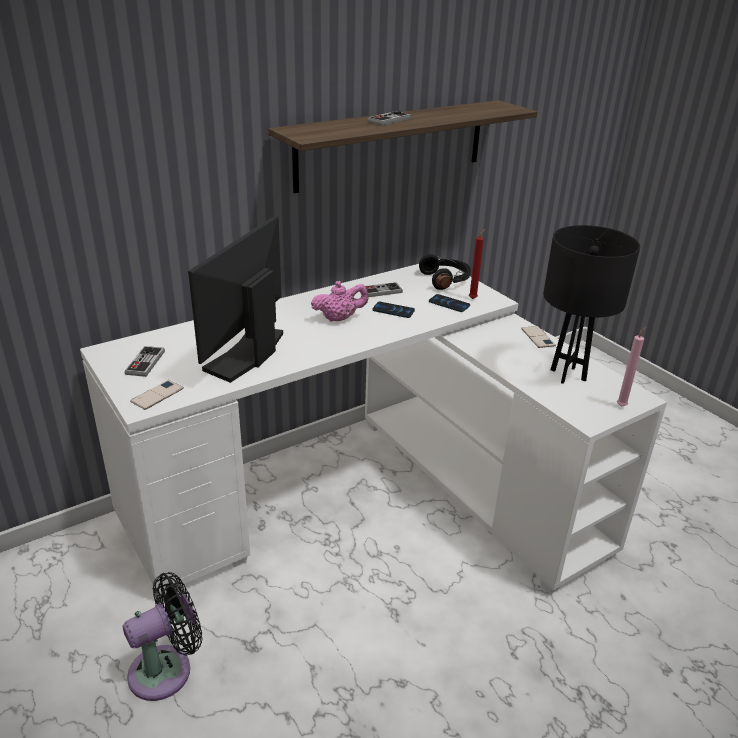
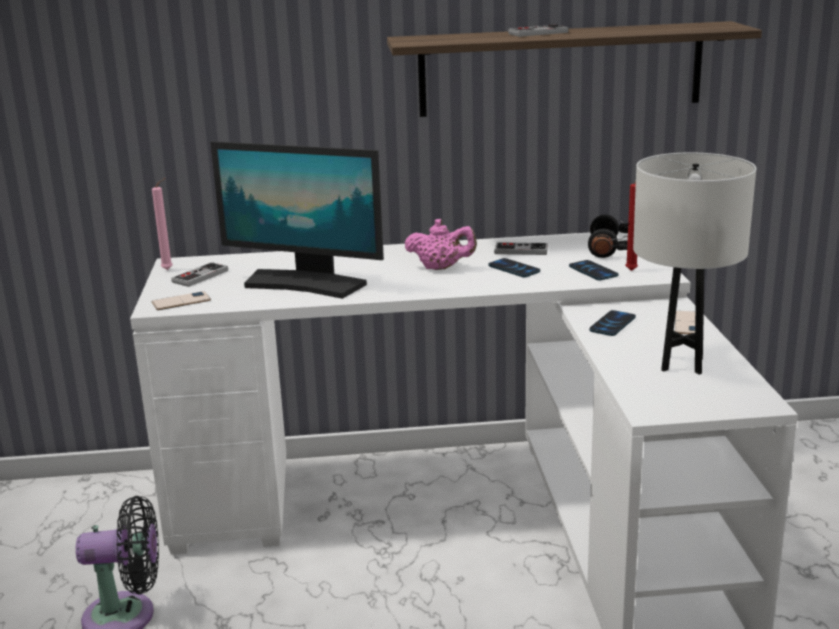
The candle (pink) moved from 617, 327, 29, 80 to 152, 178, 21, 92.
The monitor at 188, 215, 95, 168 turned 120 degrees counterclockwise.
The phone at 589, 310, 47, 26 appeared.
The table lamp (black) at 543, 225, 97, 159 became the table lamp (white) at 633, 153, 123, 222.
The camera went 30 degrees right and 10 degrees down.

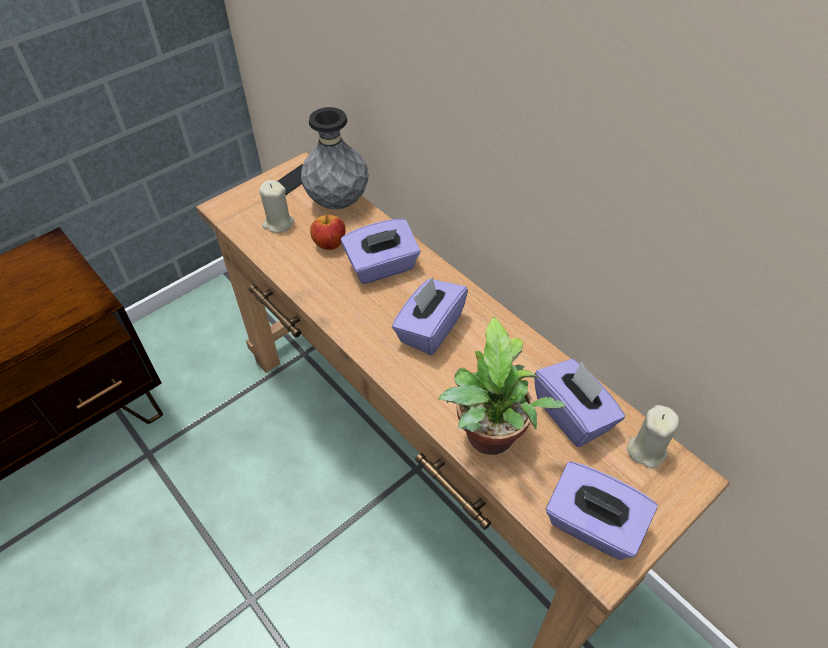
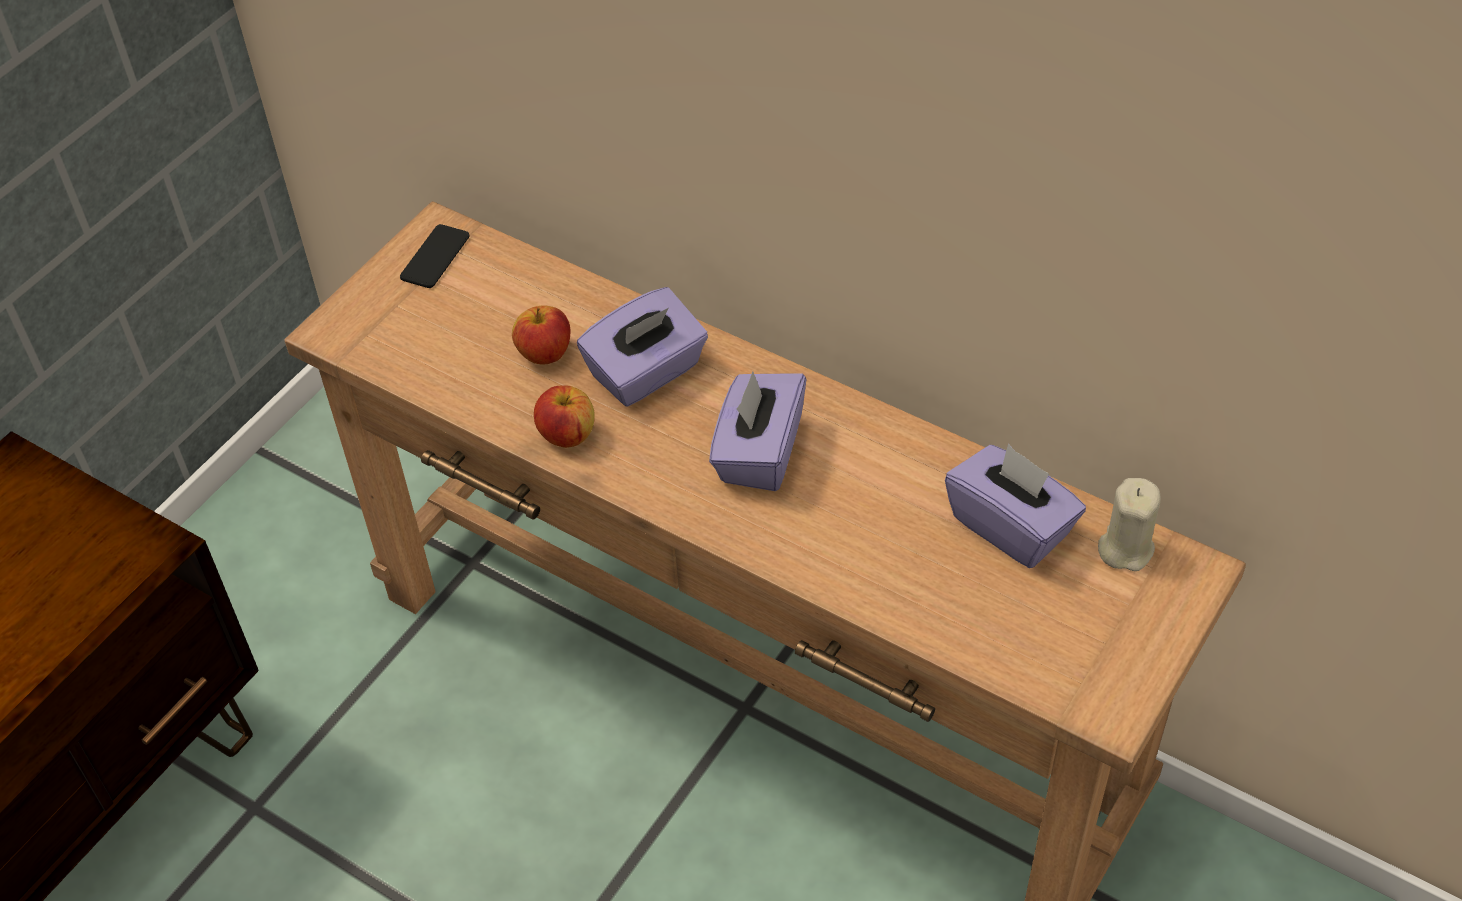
The apple at 534, 386, 61, 62 appeared.
The candle (beige) at 259, 180, 35, 53 disappeared.
The vase (grey) at 301, 107, 67, 102 disappeared.
The potted plant at 439, 316, 126, 139 disappeared.
The tissue box (purple) at 546, 461, 112, 99 disappeared.
The camera went 15 degrees left and 0 degrees up.

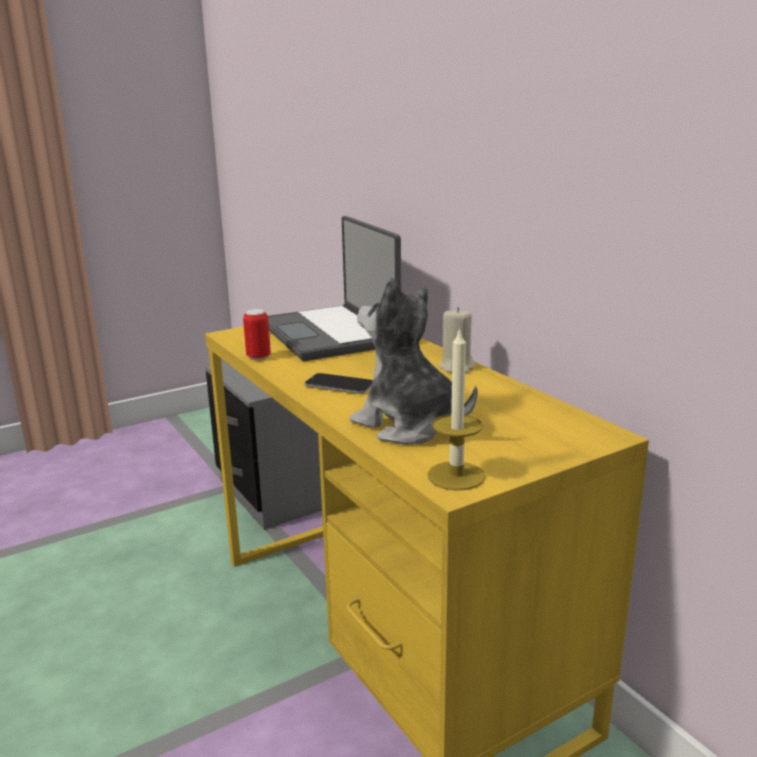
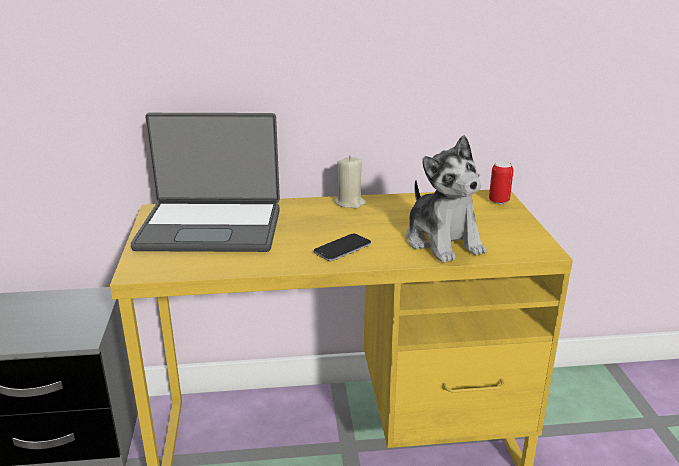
The plush toy at 350, 277, 128, 168 turned 90 degrees counterclockwise.
The can moved from 243, 309, 28, 51 to 489, 161, 24, 43.
The candle at 427, 327, 59, 163 disappeared.
The camera went 65 degrees left and 5 degrees up.

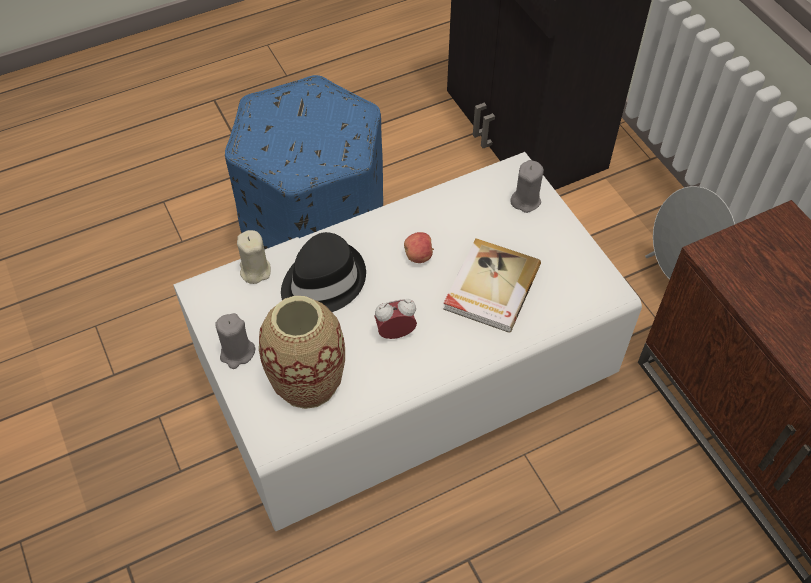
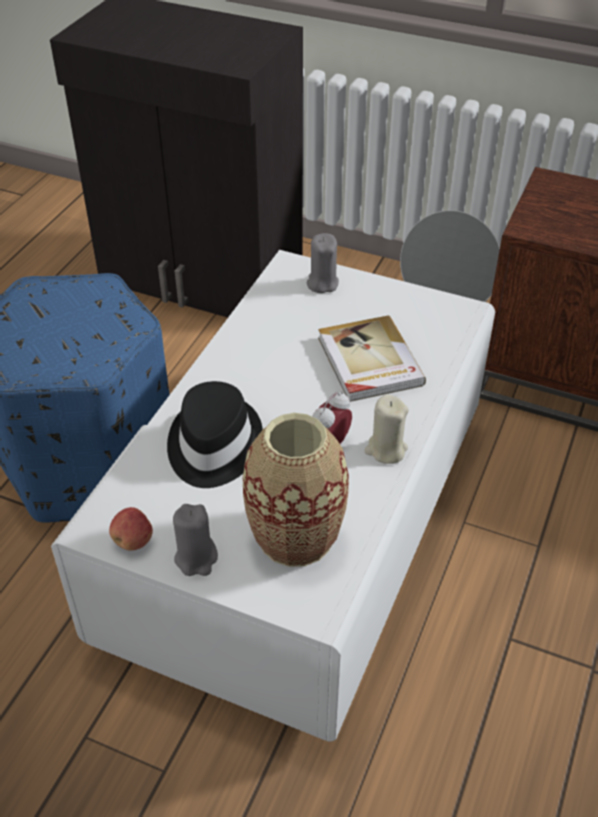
The apple moved from 404, 232, 30, 31 to 109, 507, 44, 44.
The candle (beige) moved from 237, 230, 34, 54 to 364, 395, 45, 69.
The camera went 40 degrees left and 10 degrees down.

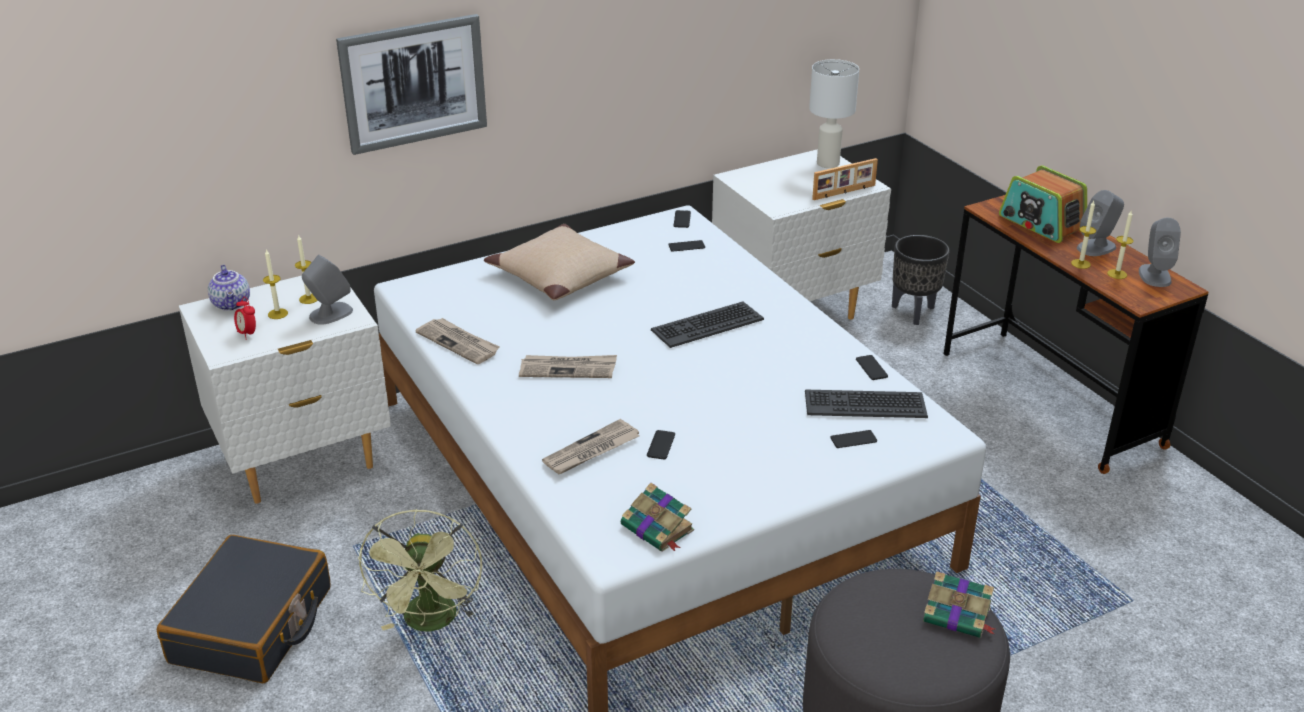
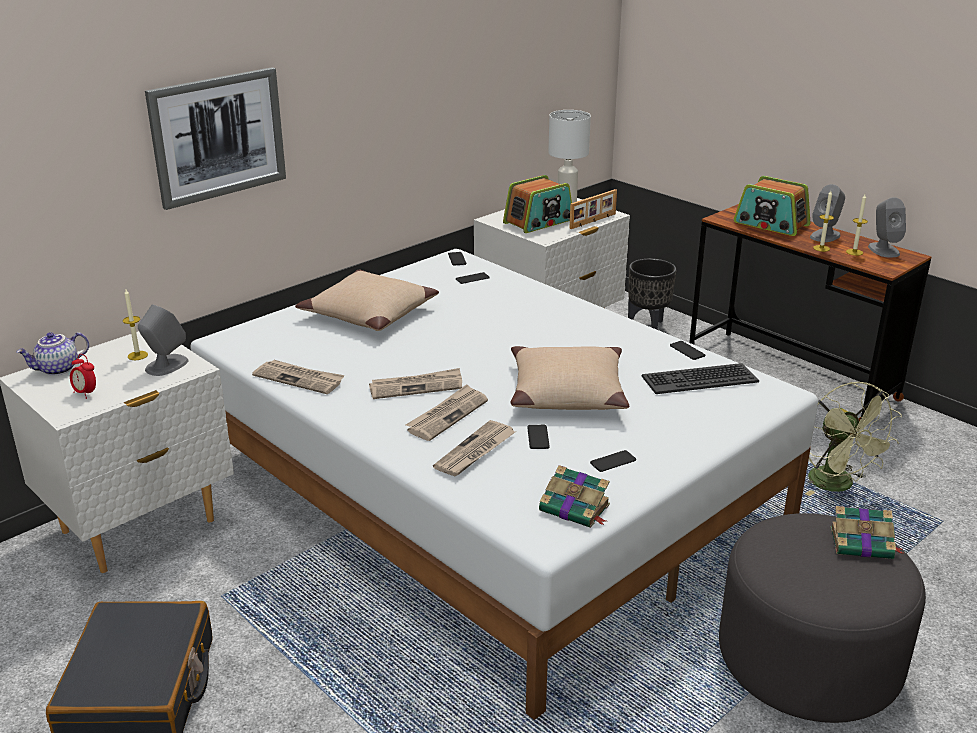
The teapot at 208, 265, 42, 46 turned 90 degrees clockwise.
The newspaper at 406, 384, 82, 57 appeared.
The radio at 503, 175, 69, 58 appeared.
The pillow (beige) at 510, 346, 119, 64 appeared.
The phone moved from 831, 430, 46, 18 to 590, 450, 46, 22.
The fan (green) moved from 358, 509, 124, 123 to 805, 382, 97, 114.
The candle at 263, 249, 25, 70 disappeared.
The keyboard at 651, 301, 113, 47 disappeared.
The camera went 15 degrees left and 5 degrees down.

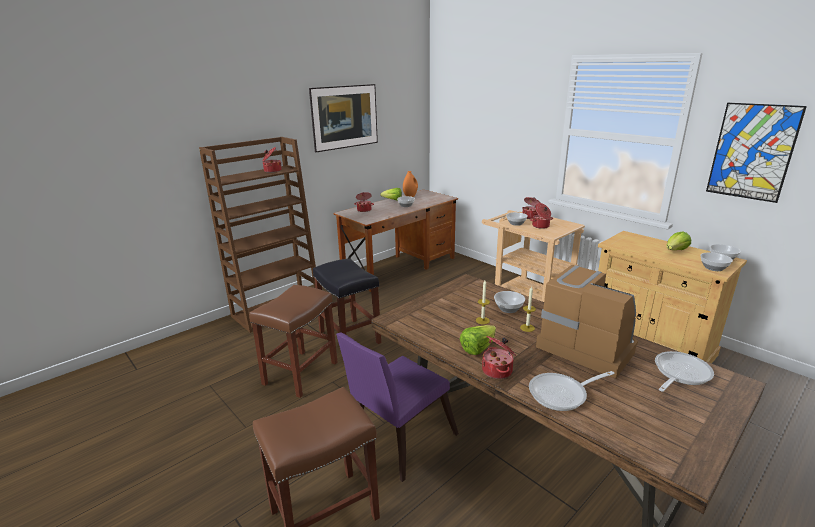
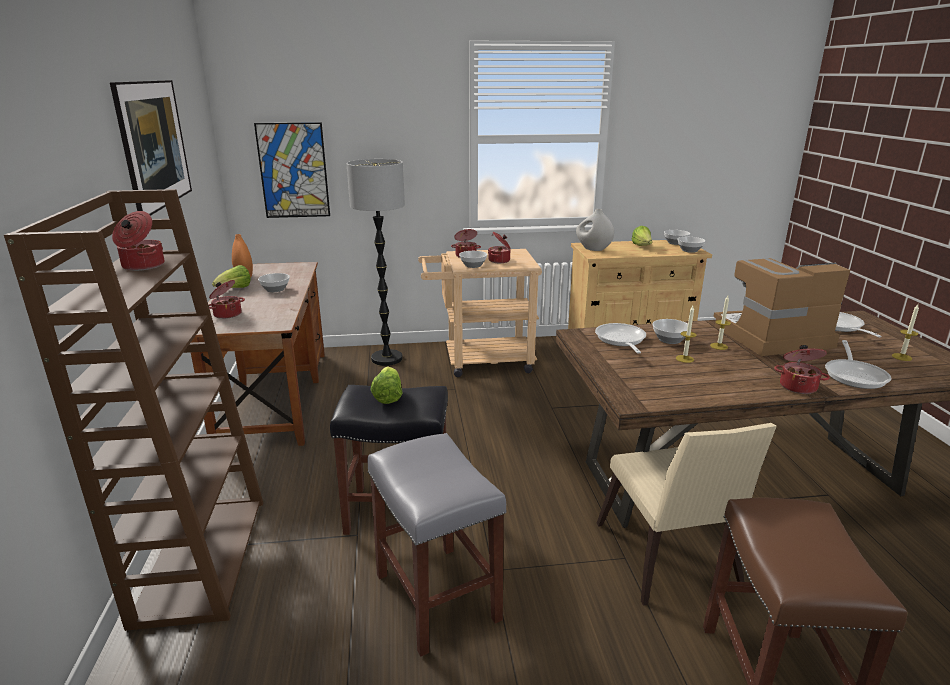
The picture moved from 706, 103, 101, 100 to 254, 122, 76, 96.
The floor lamp at 346, 159, 59, 207 appeared.
The stool (brown) at 249, 285, 89, 113 became the stool (grey) at 367, 433, 140, 224.
The lettuce moved from 460, 325, 36, 30 to 370, 366, 33, 38.
The vase (white) at 576, 209, 38, 42 appeared.
The frying pan at 595, 323, 51, 31 appeared.
The chair (purple) at 336, 333, 123, 149 became the chair (beige) at 597, 423, 180, 183.
The candle at 892, 304, 27, 57 appeared.
The camera went 55 degrees left and 0 degrees up.

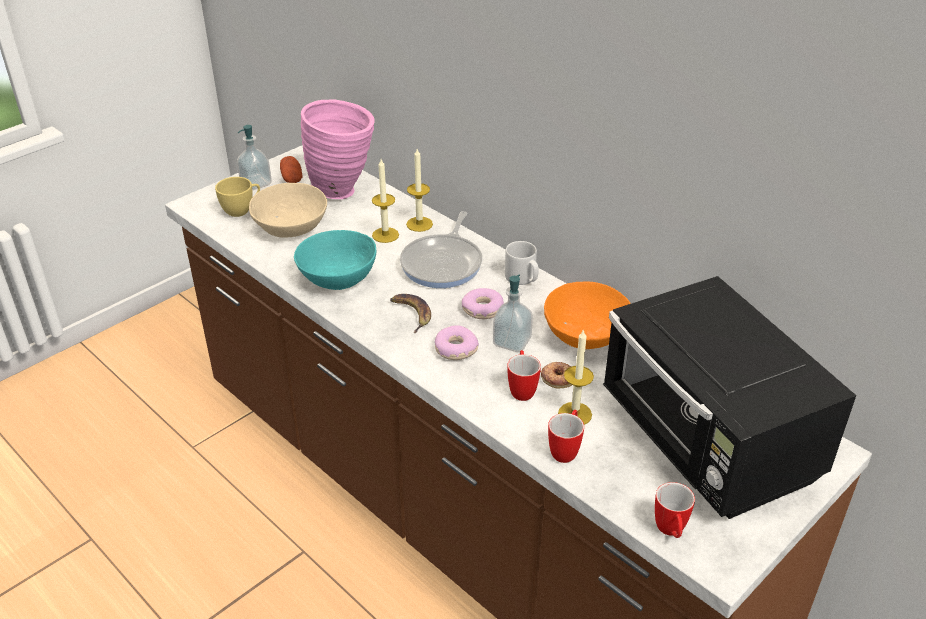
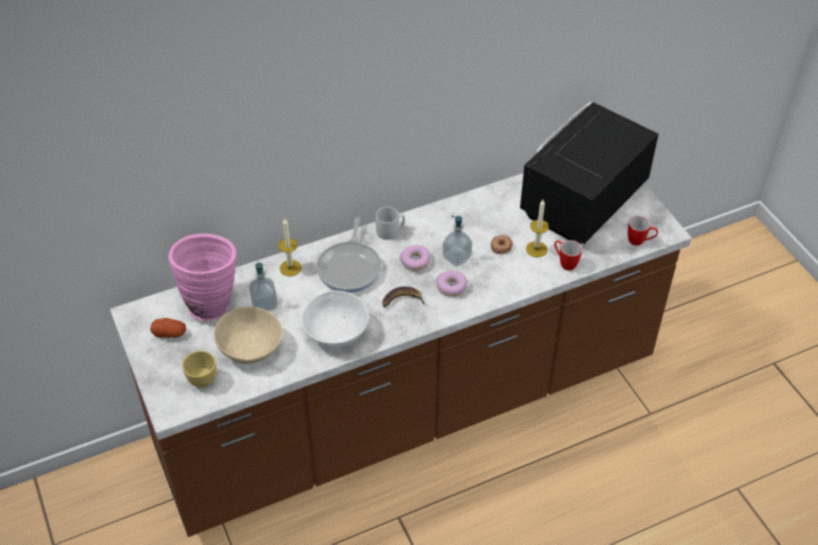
The soap dispenser moved from 237, 125, 35, 65 to 249, 263, 29, 48.
The bowl (turquoise) at 294, 230, 82, 60 became the bowl (white) at 301, 291, 68, 56.
The frying pan at 400, 211, 82, 77 turned 60 degrees clockwise.
The microwave (black) at 603, 276, 253, 243 turned 135 degrees clockwise.
The candle at 372, 159, 27, 84 disappeared.
The mug at 507, 350, 34, 51 disappeared.
The bowl (orange) at 544, 282, 87, 67 disappeared.
The camera went 70 degrees left and 10 degrees up.

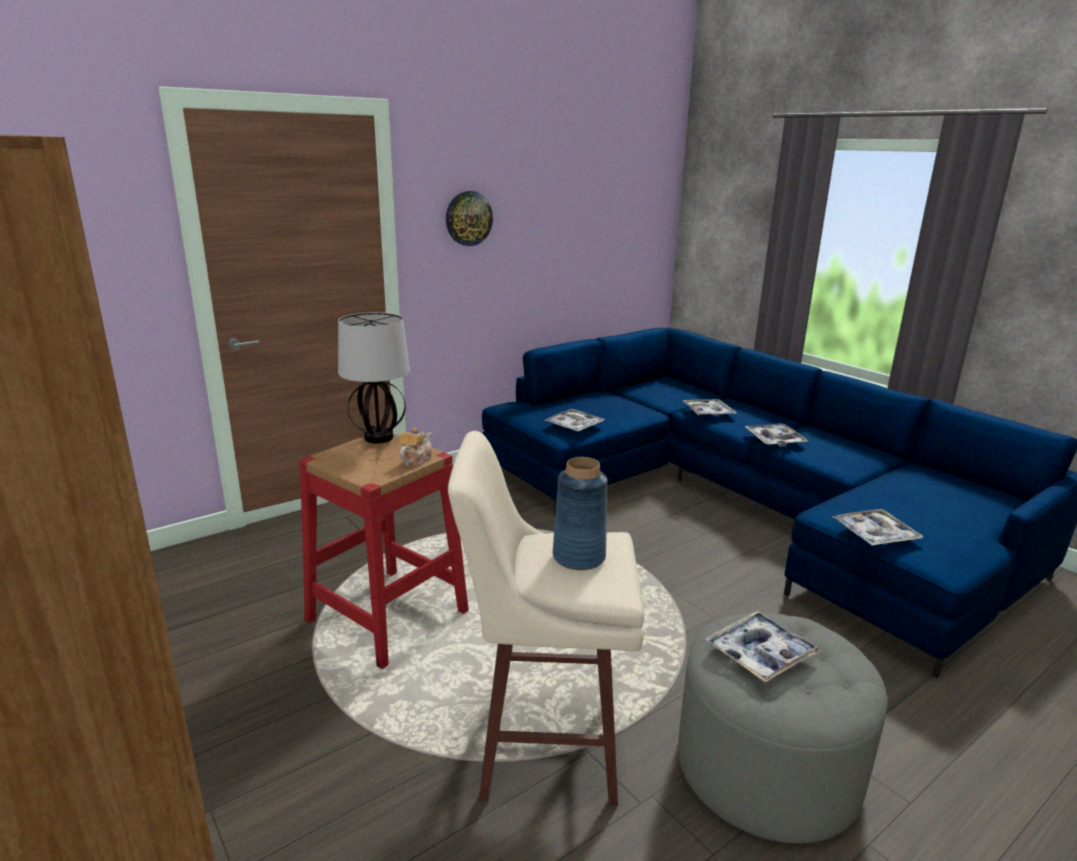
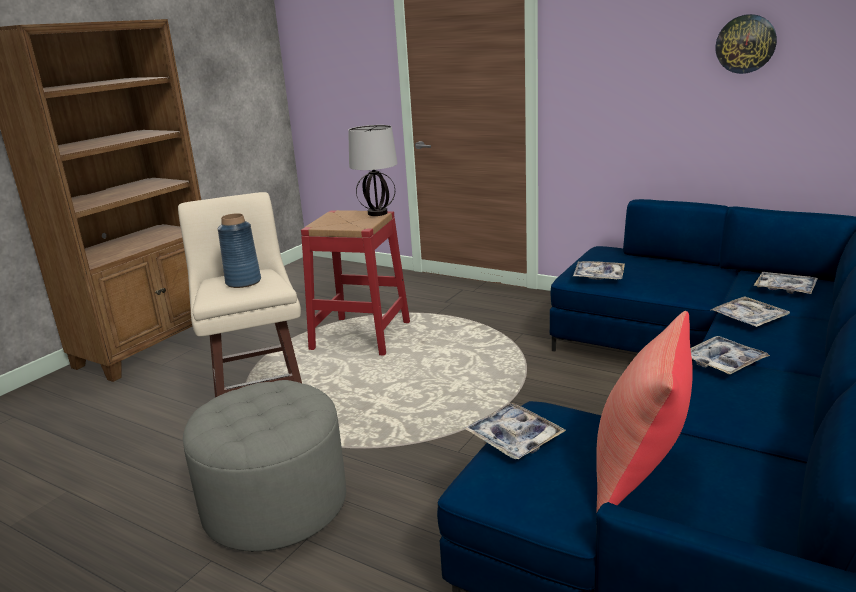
The pillow (red) at 596, 311, 97, 200 appeared.
The wall clock moved from 446, 191, 47, 55 to 716, 14, 61, 60.
The tray moved from 705, 611, 115, 71 to 753, 272, 65, 22.
The teapot at 399, 427, 33, 40 disappeared.
The camera went 70 degrees right and 0 degrees up.

